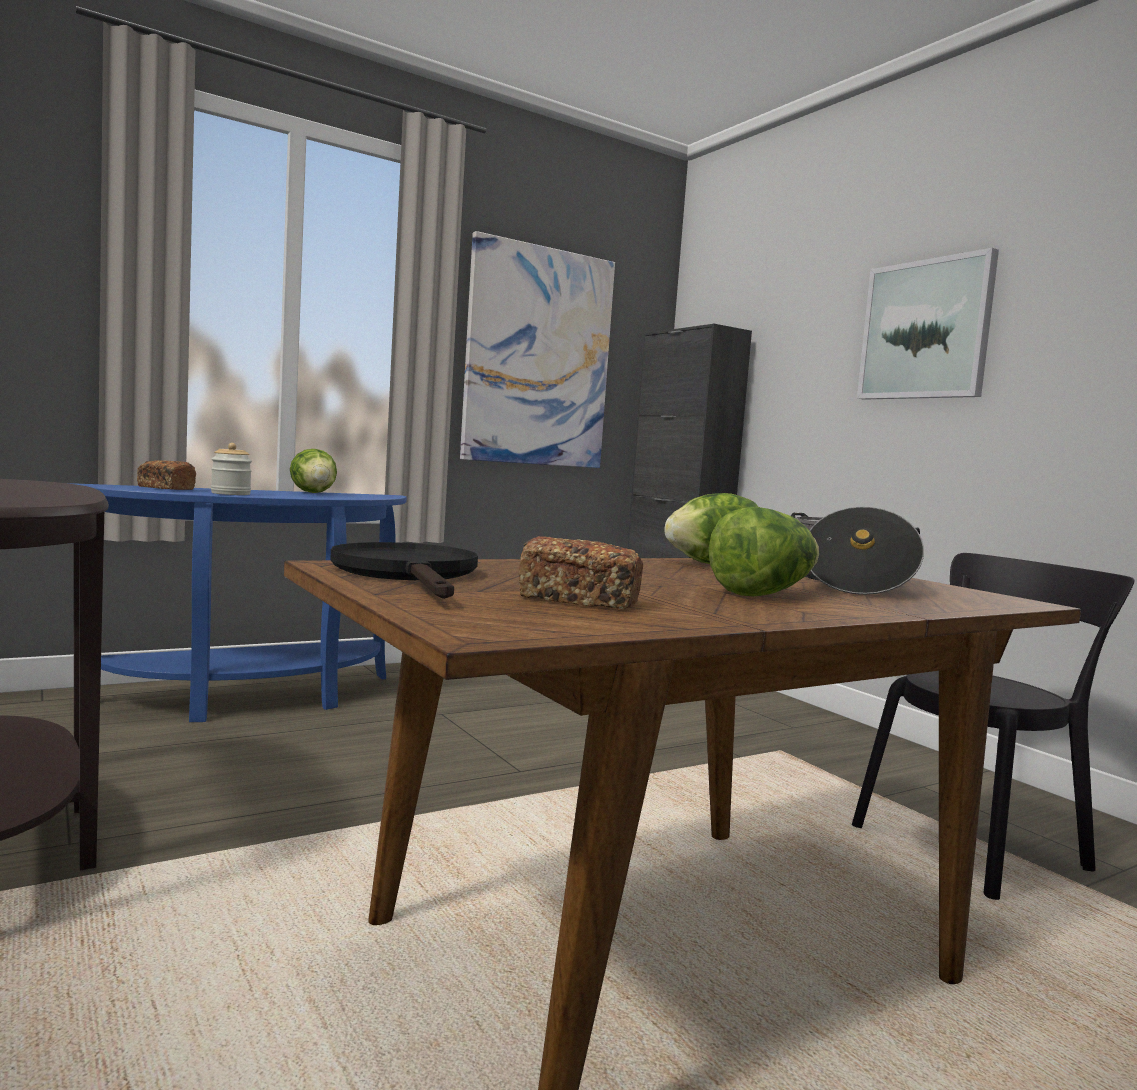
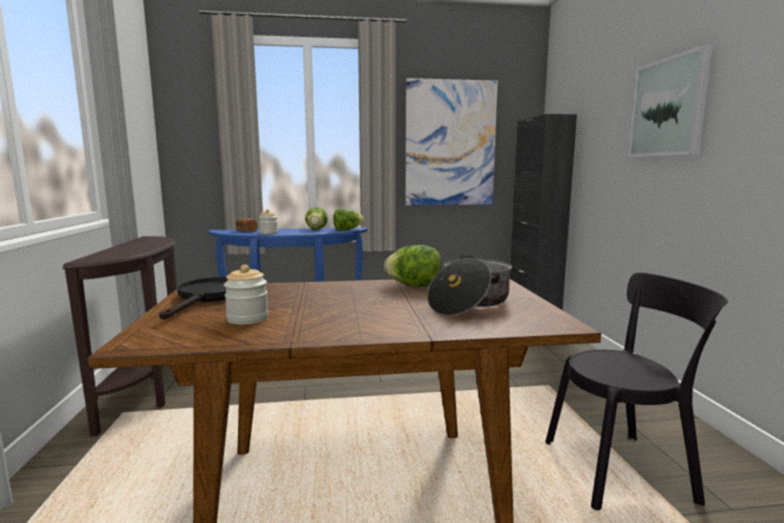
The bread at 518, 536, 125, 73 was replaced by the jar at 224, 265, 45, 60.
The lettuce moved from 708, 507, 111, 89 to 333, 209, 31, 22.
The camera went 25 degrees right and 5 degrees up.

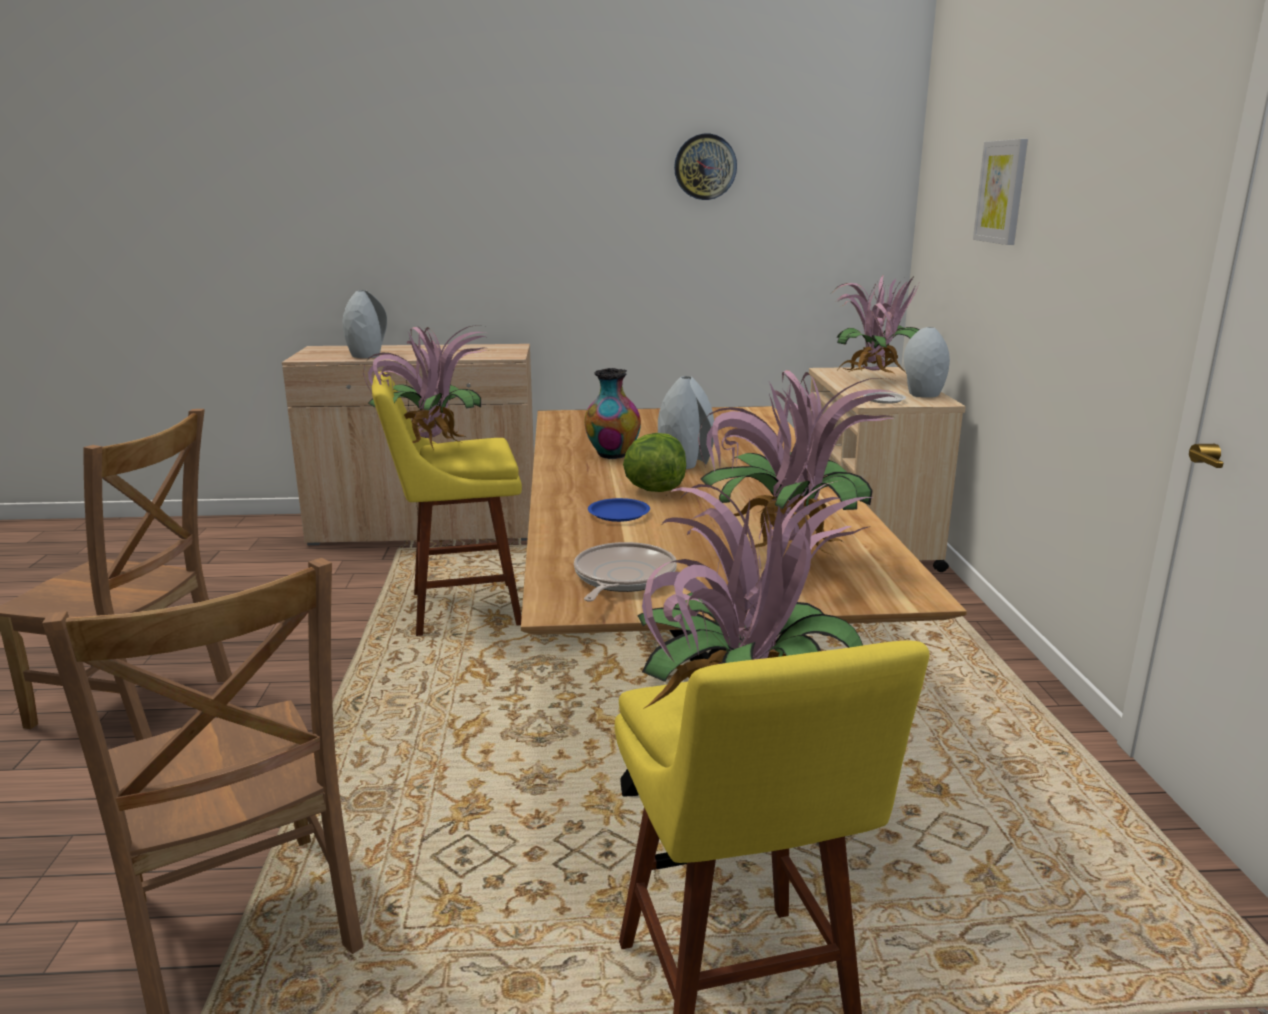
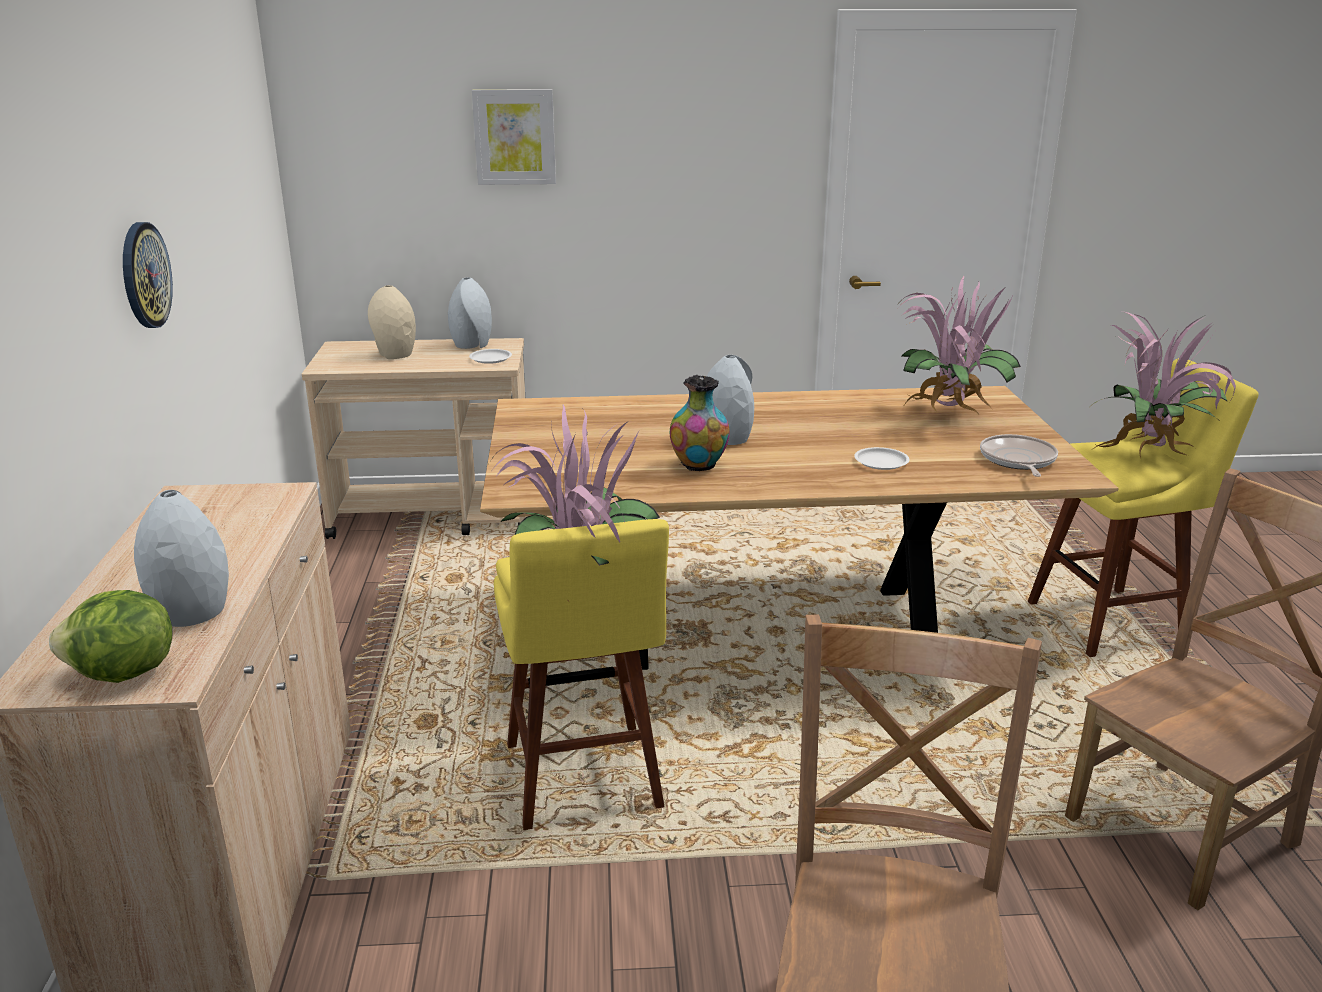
The lettuce moved from 623, 433, 63, 59 to 49, 590, 123, 93.
The wall clock moved from 674, 134, 63, 66 to 123, 222, 50, 106.
The potted plant at 833, 275, 86, 99 was replaced by the vase (beige) at 368, 285, 48, 74.
The plate (blue) at 588, 498, 62, 24 became the plate (white) at 854, 447, 56, 23.
The frying pan at 574, 542, 103, 60 turned 75 degrees clockwise.
The camera went 90 degrees left and 5 degrees up.

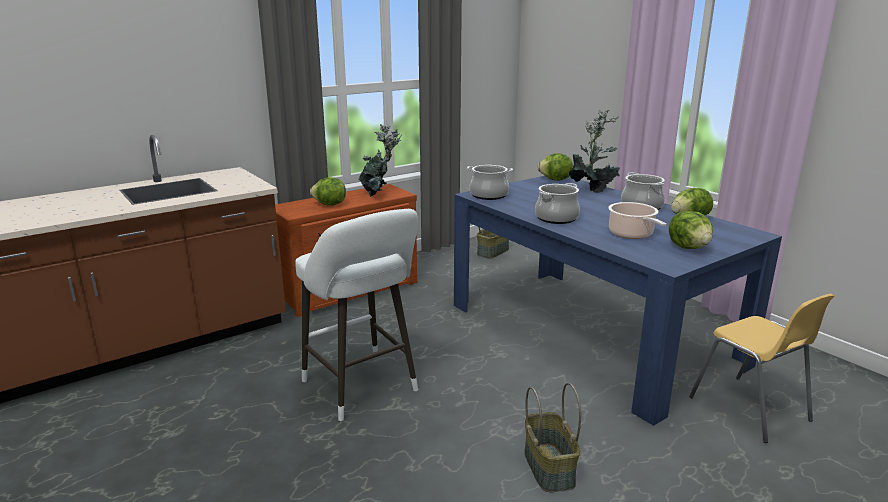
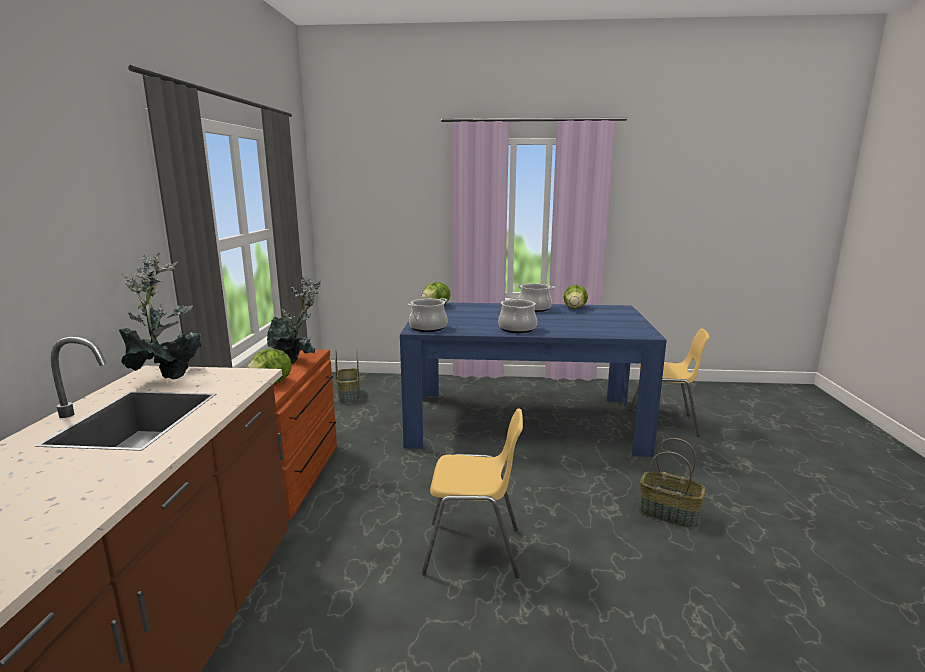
The potted plant moved from 569, 110, 51, 83 to 119, 253, 83, 126.
The stool (white) at 295, 209, 123, 212 was replaced by the chair (yellow) at 422, 408, 101, 170.
The cooking pot at 608, 202, 59, 37 disappeared.
The lettuce at 669, 211, 44, 38 disappeared.
The camera went 50 degrees left and 5 degrees down.

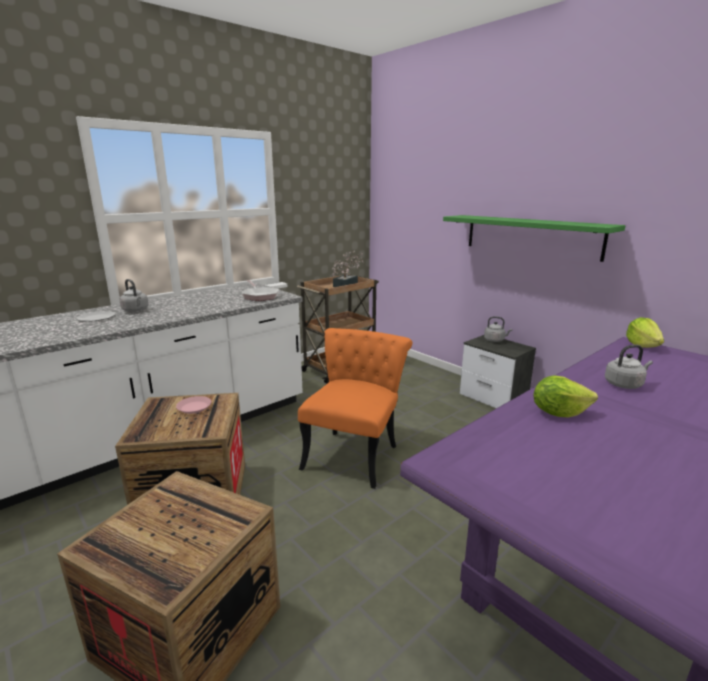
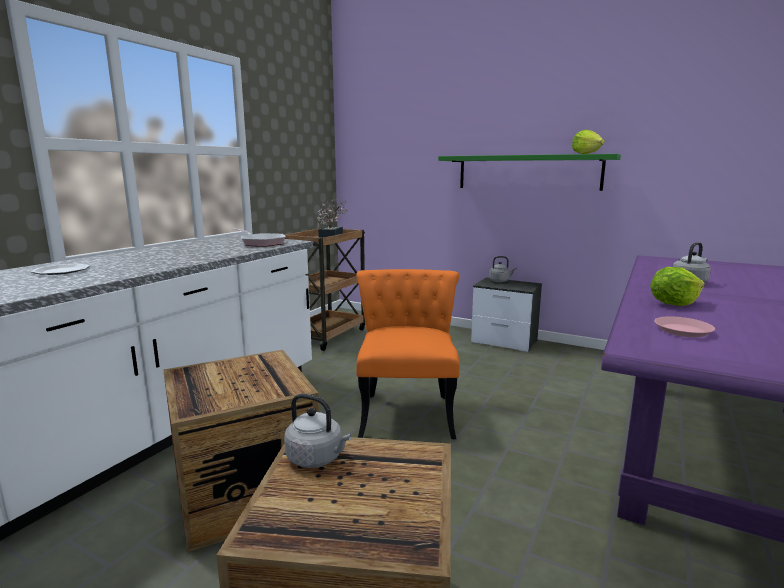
The kettle (grey) moved from 119, 279, 29, 33 to 284, 393, 67, 75.
The lettuce moved from 626, 317, 38, 31 to 572, 130, 33, 24.
The plate (pink) moved from 176, 396, 35, 18 to 654, 316, 61, 21.
The camera went 20 degrees left and 5 degrees down.

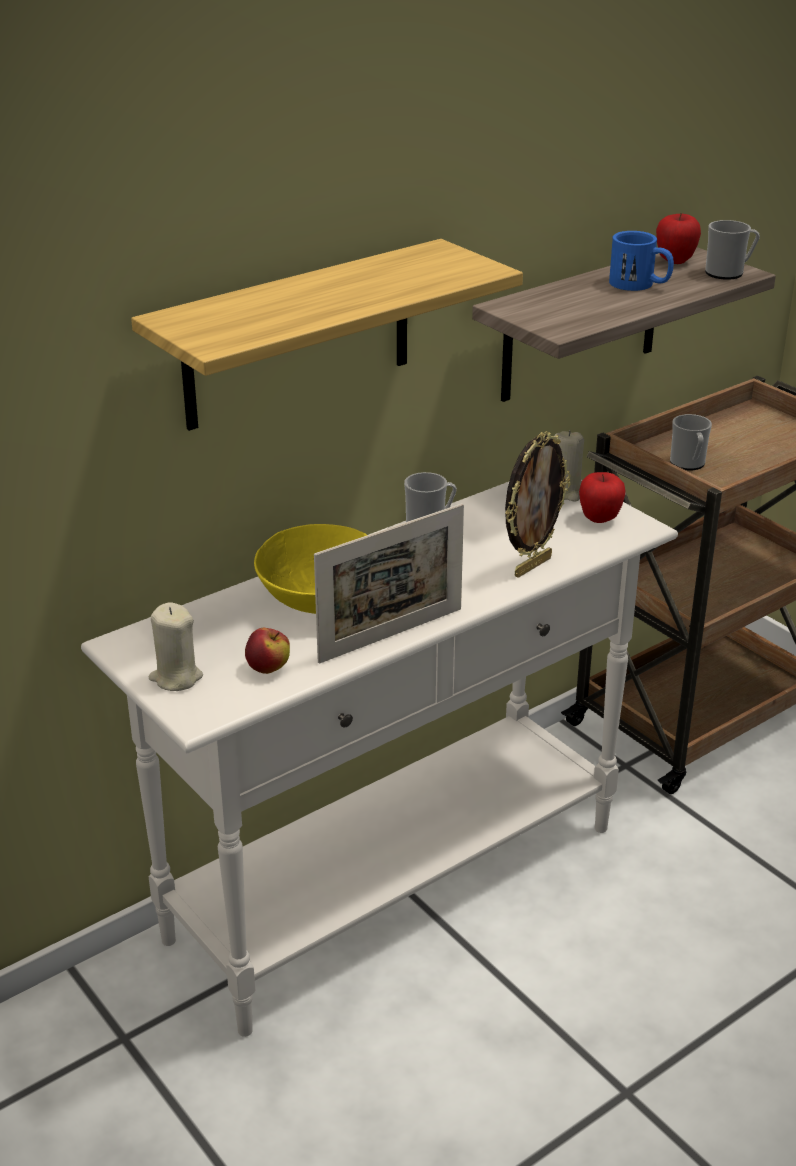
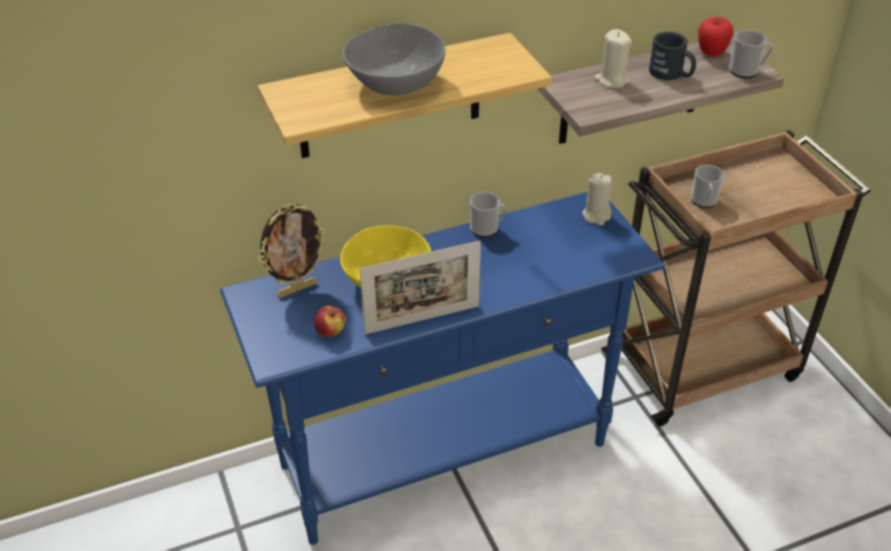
The console table (white) at 81, 479, 597, 558 became the console table (blue) at 220, 192, 445, 353.
The picture frame moved from 505, 431, 66, 147 to 258, 204, 68, 94.
The bowl (grey) at 343, 23, 102, 72 appeared.
The candle (beige) moved from 149, 603, 54, 88 to 595, 29, 37, 59.
The mug (blue) at 609, 231, 65, 60 became the mug (black) at 649, 32, 47, 48.
The apple at 579, 472, 46, 51 disappeared.
The camera went 15 degrees right and 10 degrees up.

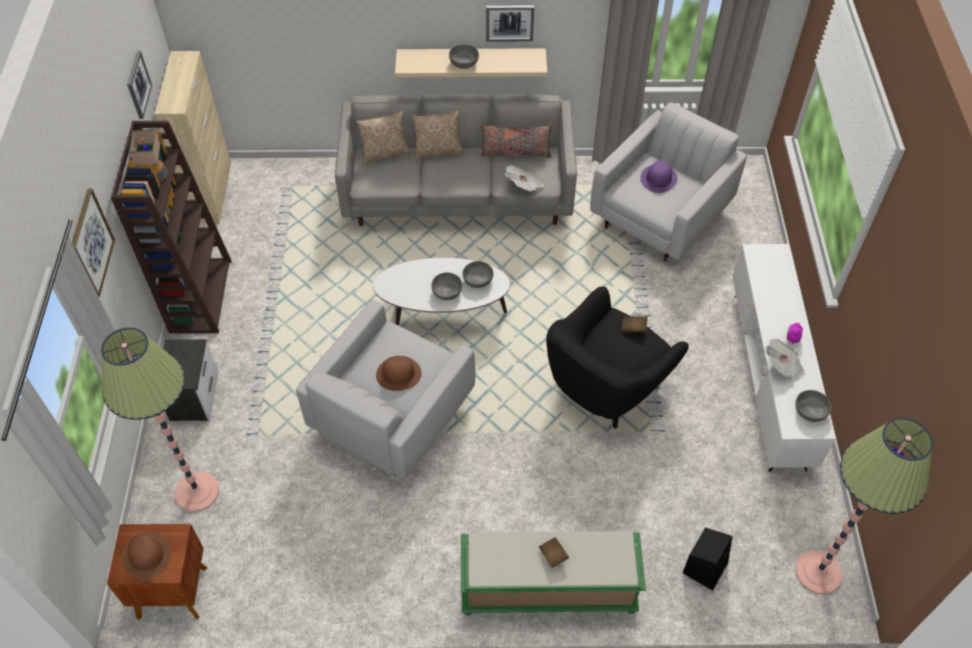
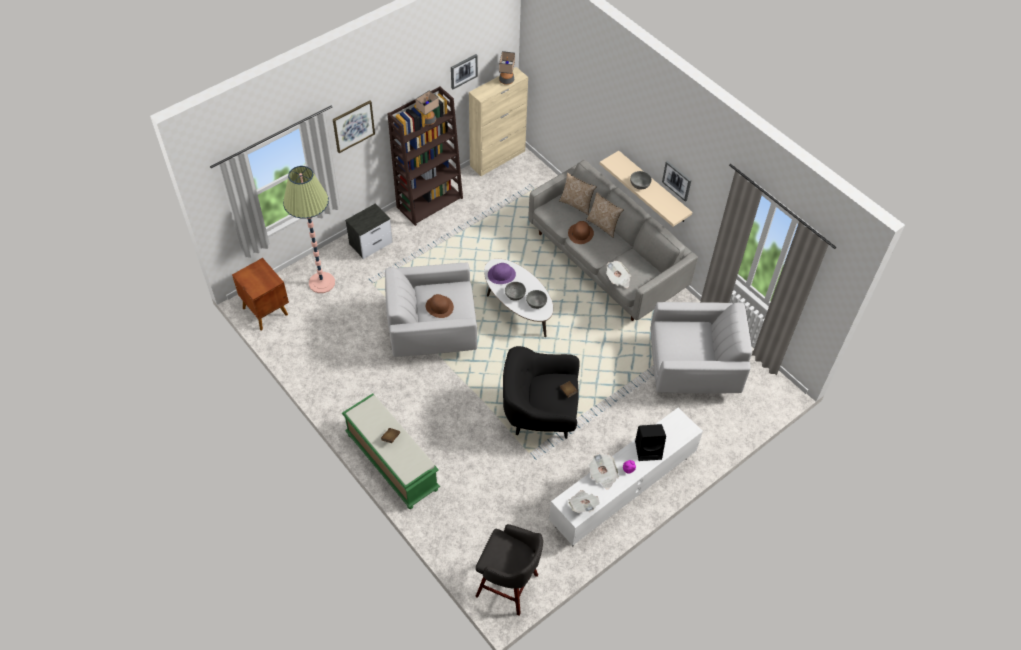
The floor lamp at 796, 418, 137, 176 was replaced by the stool (grey) at 475, 524, 68, 92.
The hat (purple) moved from 641, 160, 36, 33 to 488, 263, 28, 21.
The table lamp at 499, 51, 16, 34 appeared.
The hat (brown) moved from 122, 532, 49, 48 to 568, 221, 26, 23.
The bowl (grey) at 795, 390, 36, 32 was replaced by the newspaper at 568, 490, 32, 23.
The speaker (black) moved from 682, 527, 50, 64 to 635, 424, 31, 37.
The pillow (grey) at 480, 125, 72, 33 disappeared.
The camera went 50 degrees right and 0 degrees up.

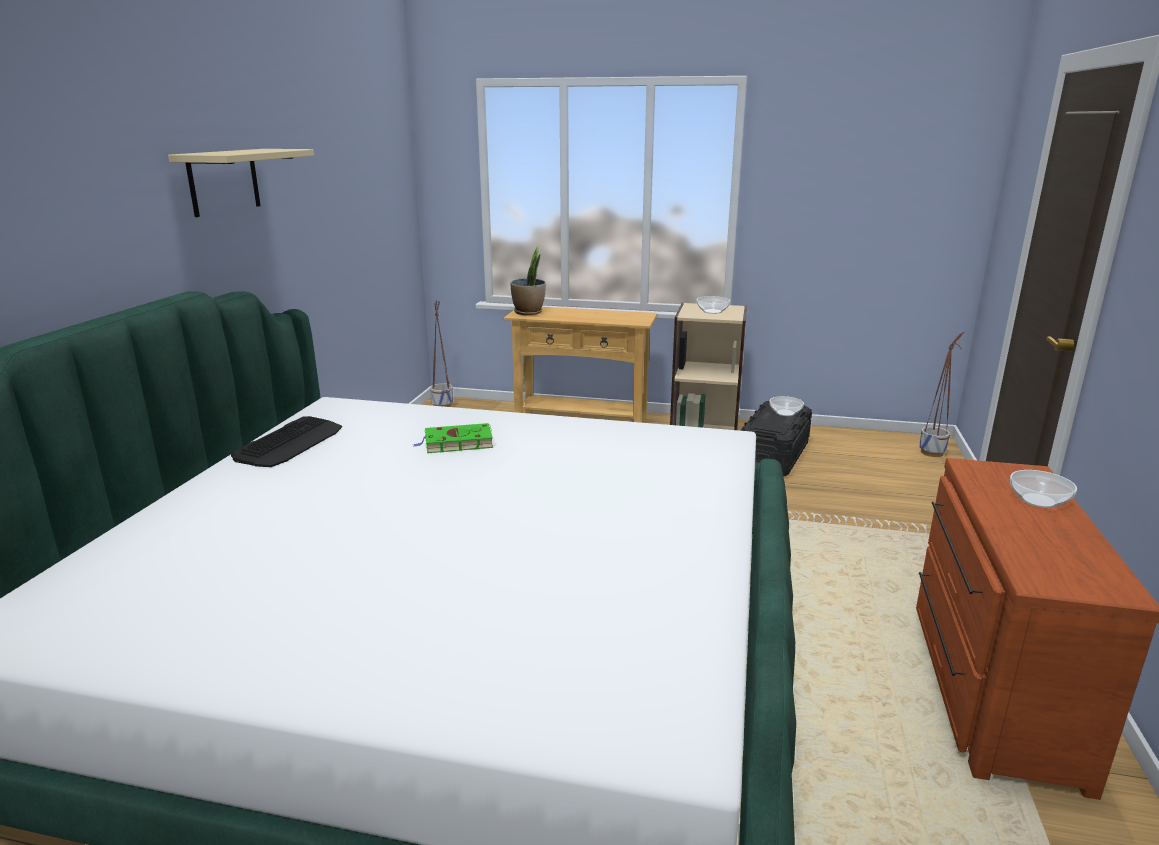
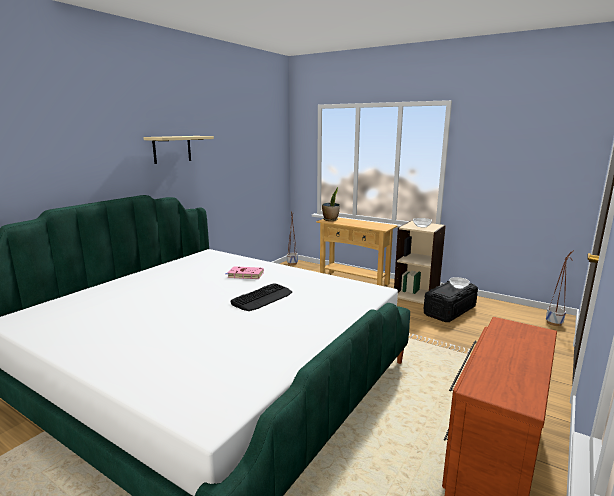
The book (green) at 413, 423, 80, 30 became the book (pink) at 226, 266, 38, 13.
The keyboard moved from 231, 416, 111, 51 to 230, 283, 62, 28.
The bowl at 1010, 470, 67, 38 disappeared.
The camera went 20 degrees right and 5 degrees down.

